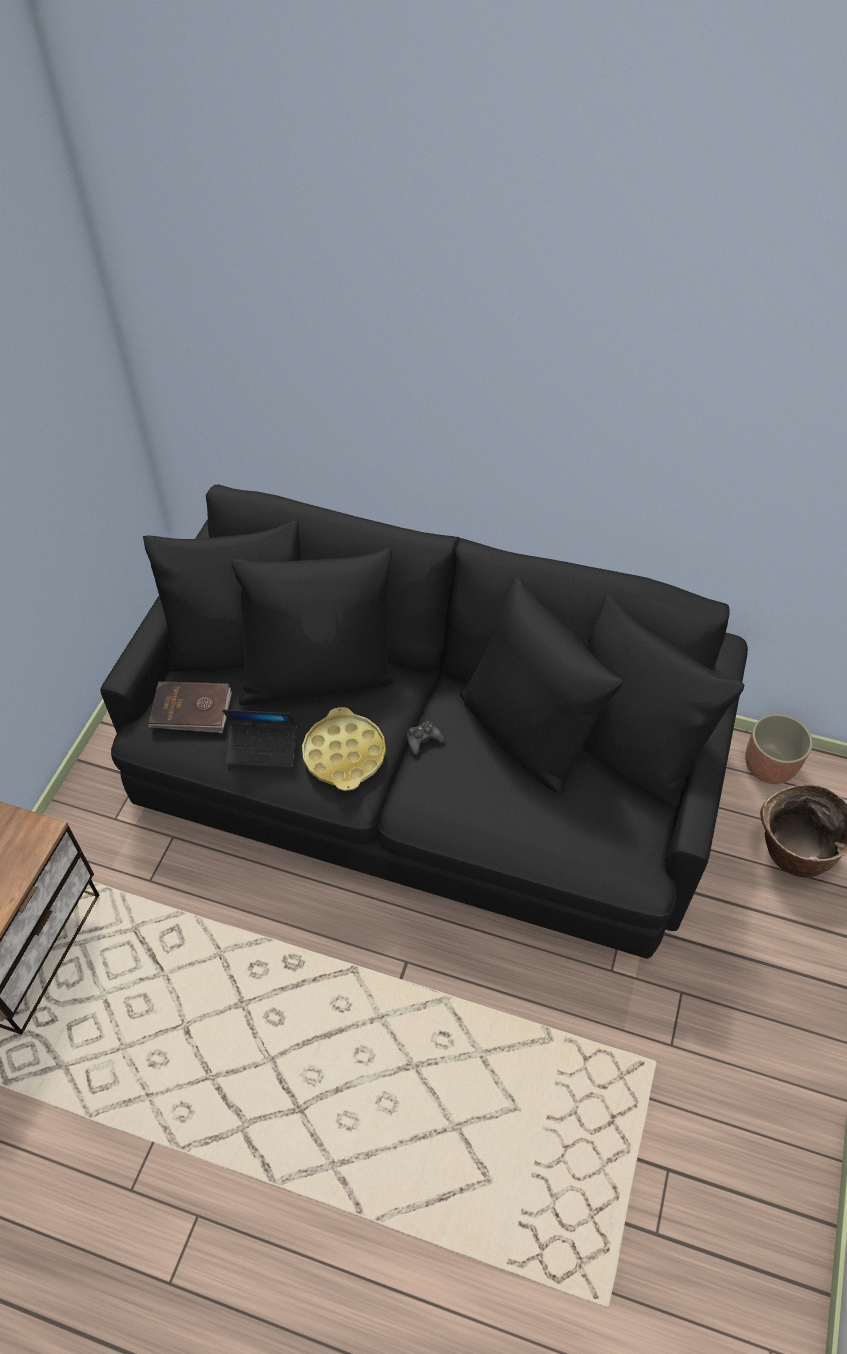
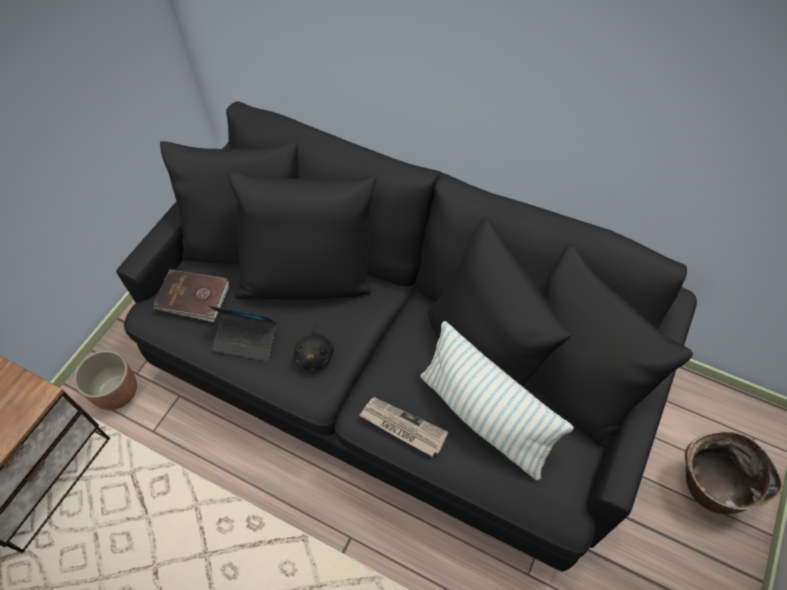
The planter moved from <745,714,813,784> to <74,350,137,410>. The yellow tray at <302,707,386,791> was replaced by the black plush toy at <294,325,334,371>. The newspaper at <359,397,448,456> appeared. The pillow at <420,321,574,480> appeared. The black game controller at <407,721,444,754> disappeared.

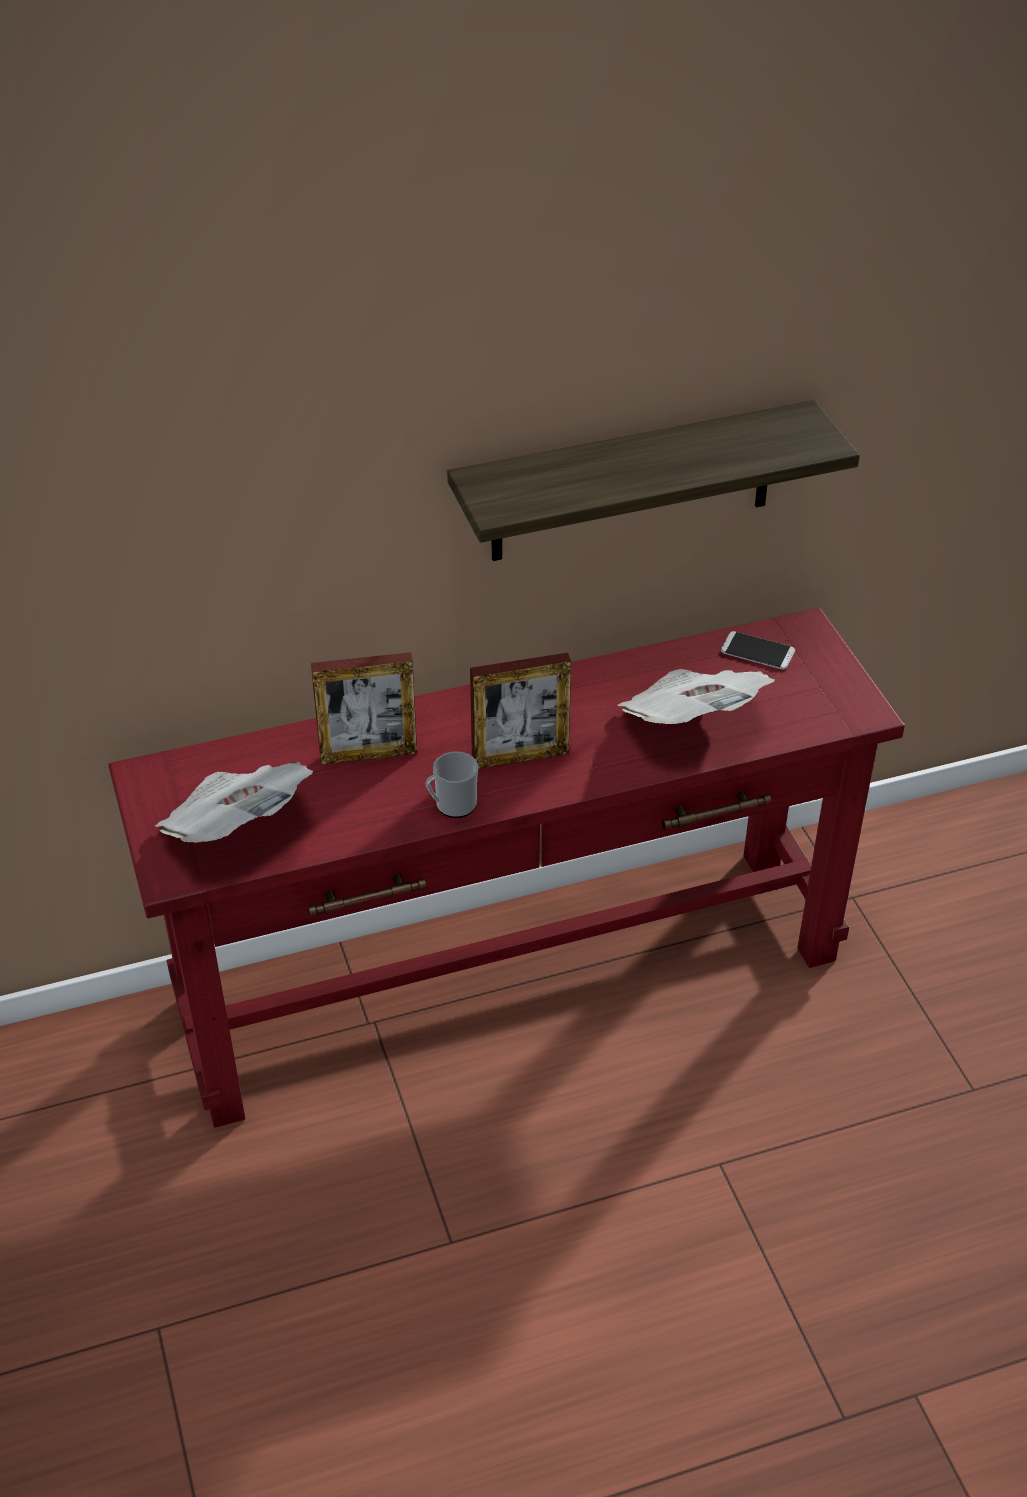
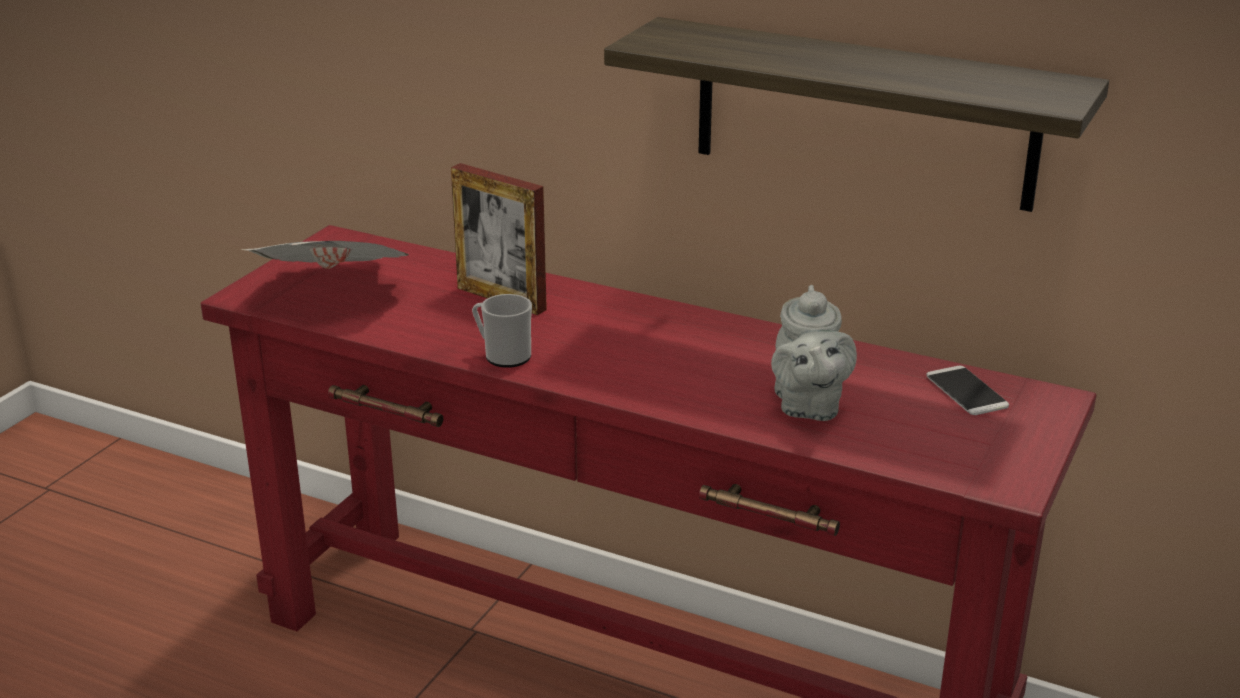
The newspaper at <617,669,775,724> was replaced by the grey teapot at <771,285,857,421>. The picture frame at <470,653,571,769> disappeared.

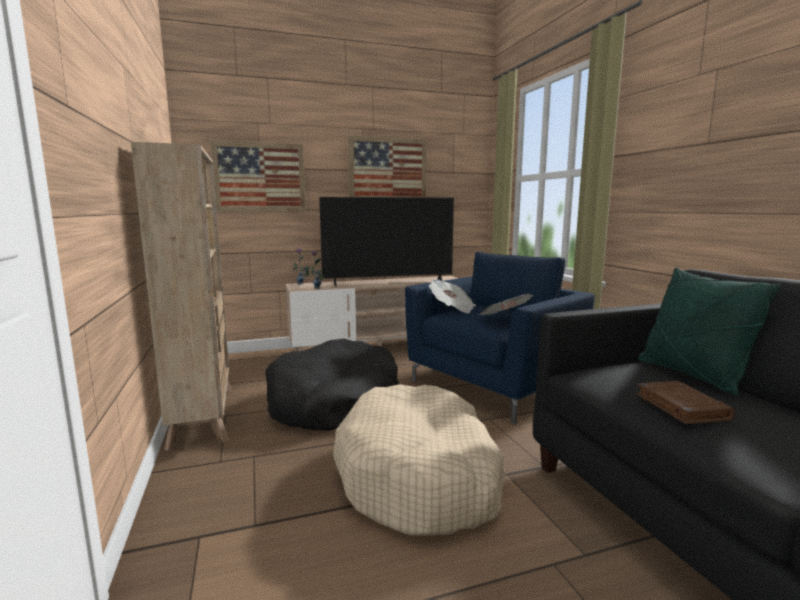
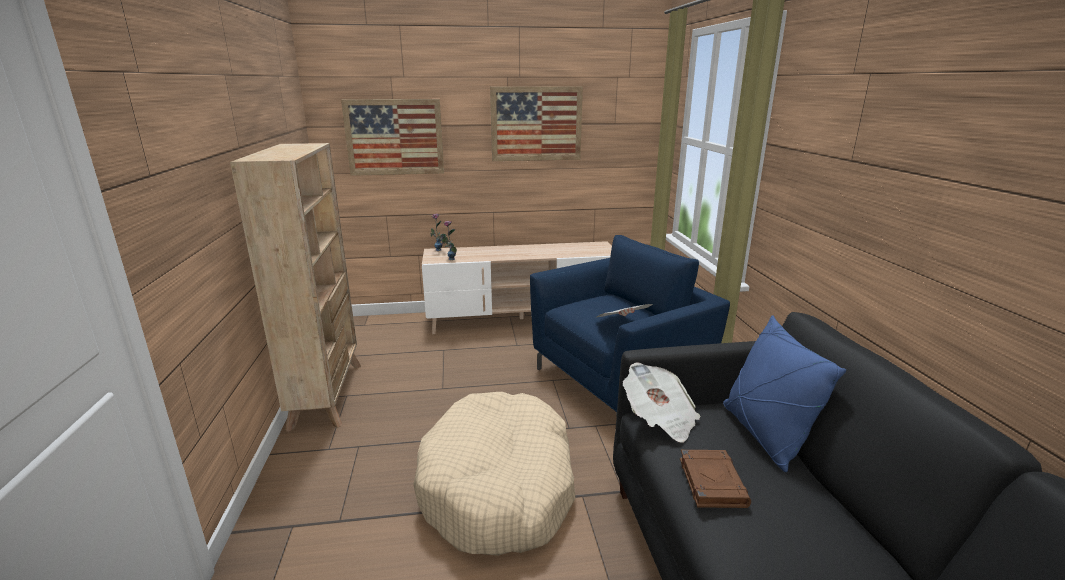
The newspaper moved from <429,279,476,313> to <623,363,701,443>. The green pillow at <638,267,782,396> became the blue pillow at <723,315,846,472>. The black dog bed at <265,338,399,431> disappeared. The television at <319,197,454,287> disappeared.

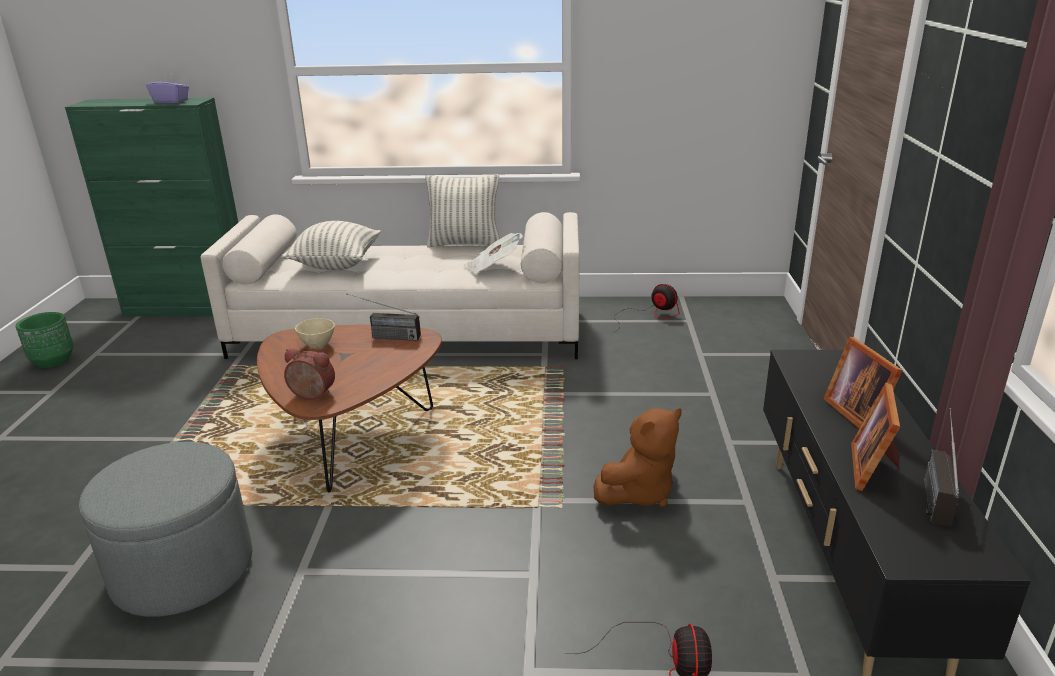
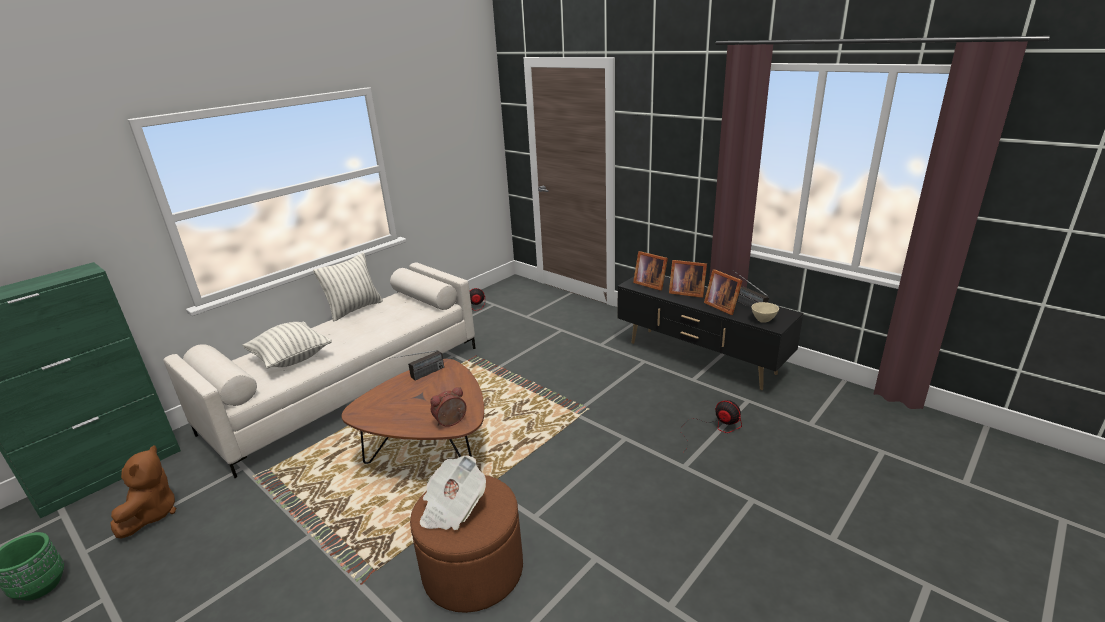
The brown plush toy moved from <594,408,682,507> to <111,445,176,539>. The grey ottoman at <79,442,253,617> became the brown ottoman at <410,475,523,613>. The newspaper moved from <464,233,523,274> to <420,455,486,530>. The picture frame at <633,251,668,291> appeared. The beige bowl moved from <295,318,335,348> to <752,302,779,323>. The purple tissue box at <146,73,189,103> disappeared.

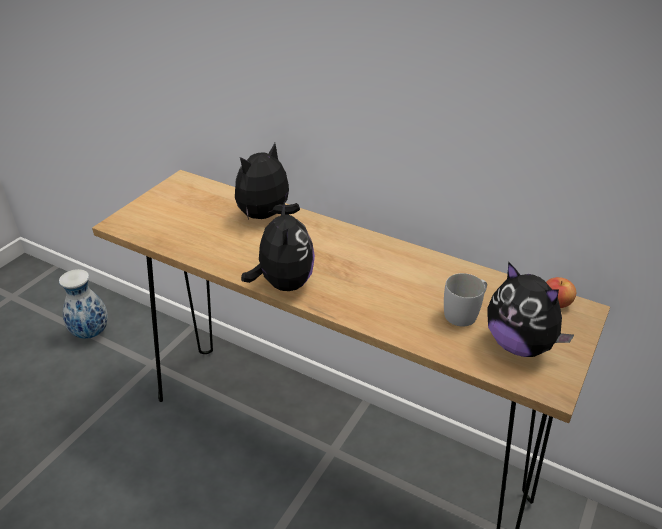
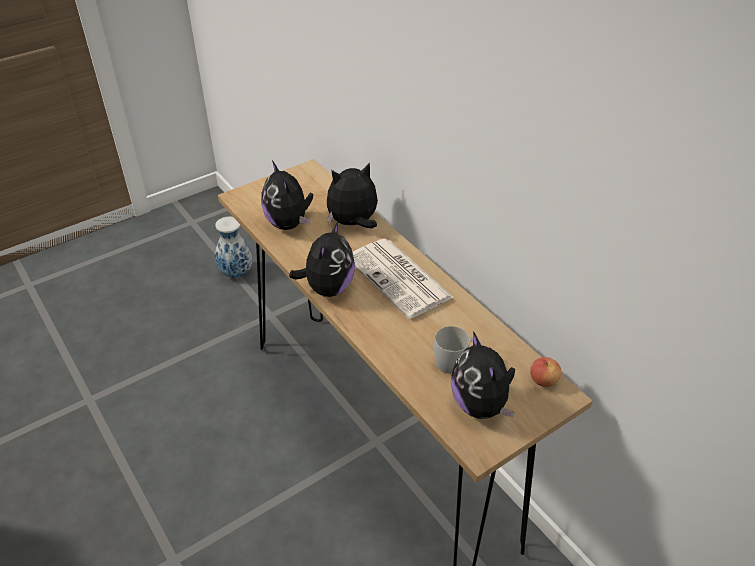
The plush toy at <261,161,313,230> appeared. The newspaper at <353,239,454,319> appeared.

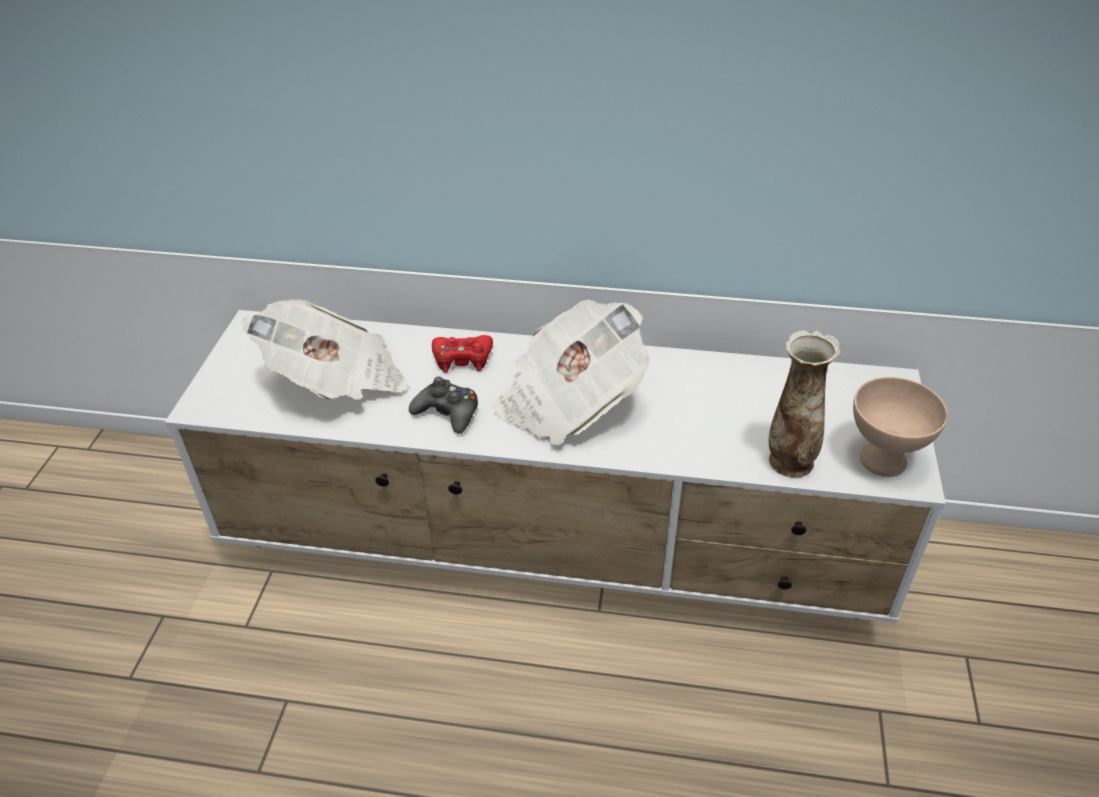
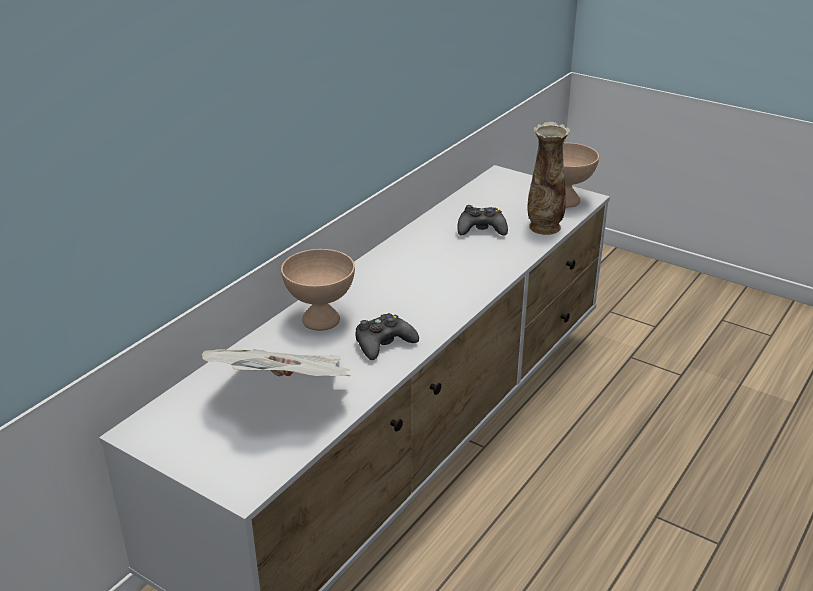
The red game controller at <432,335,493,373> was replaced by the beige bowl at <281,249,355,331>. The black game controller at <457,205,508,236> appeared. The newspaper at <493,299,649,446> disappeared.

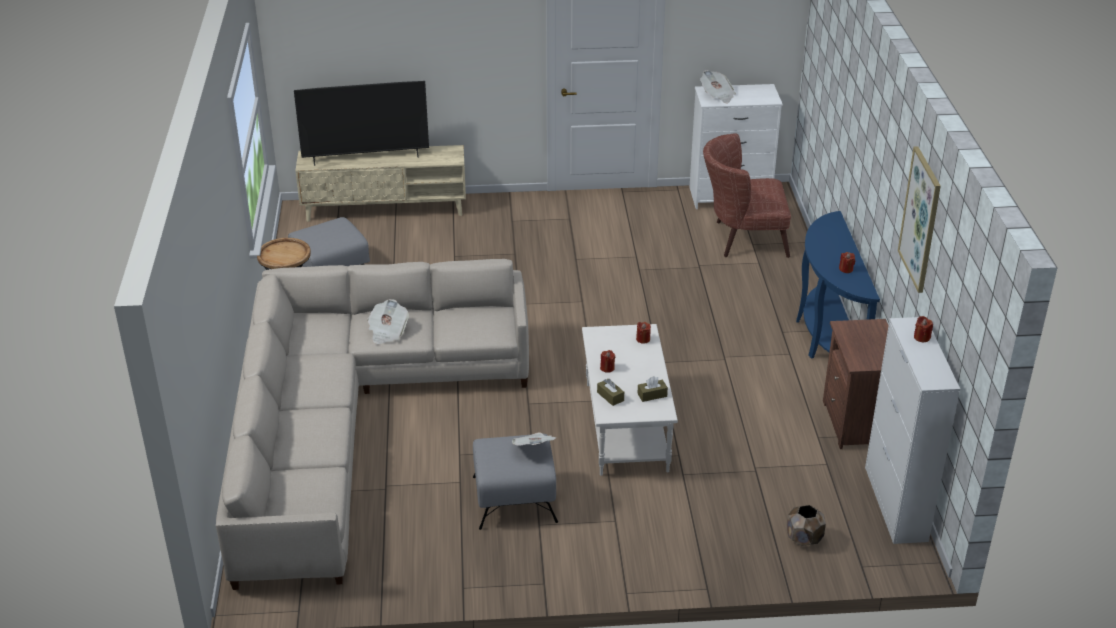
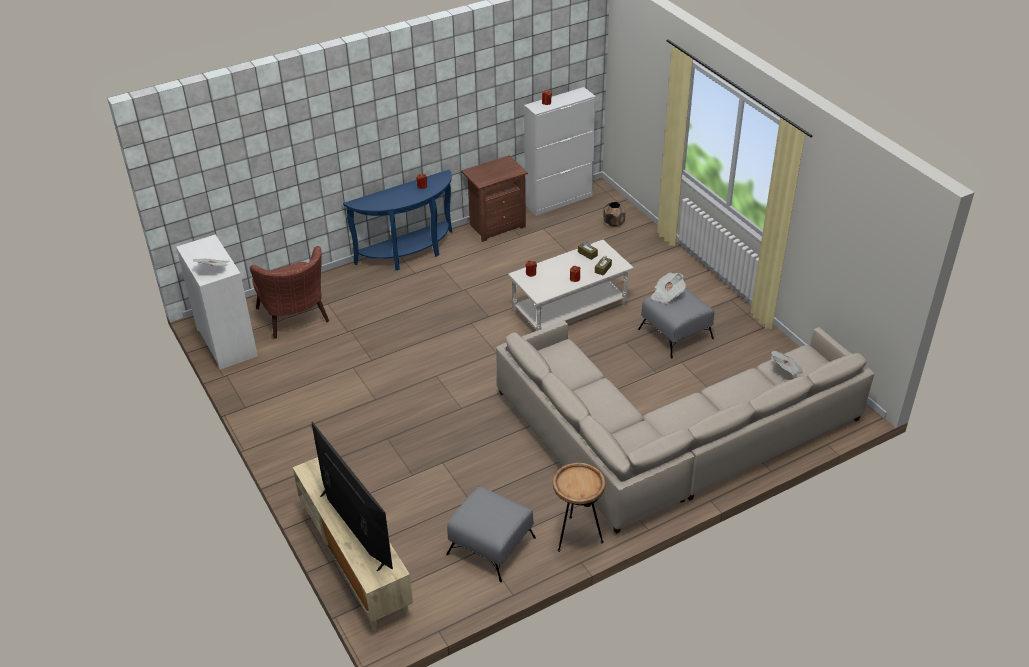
The newspaper moved from <367,299,409,344> to <771,351,806,375>. The picture at <898,146,941,293> disappeared.

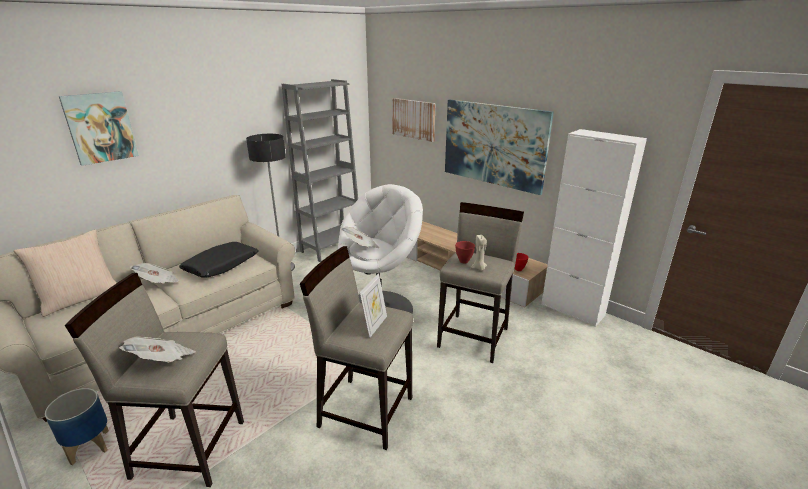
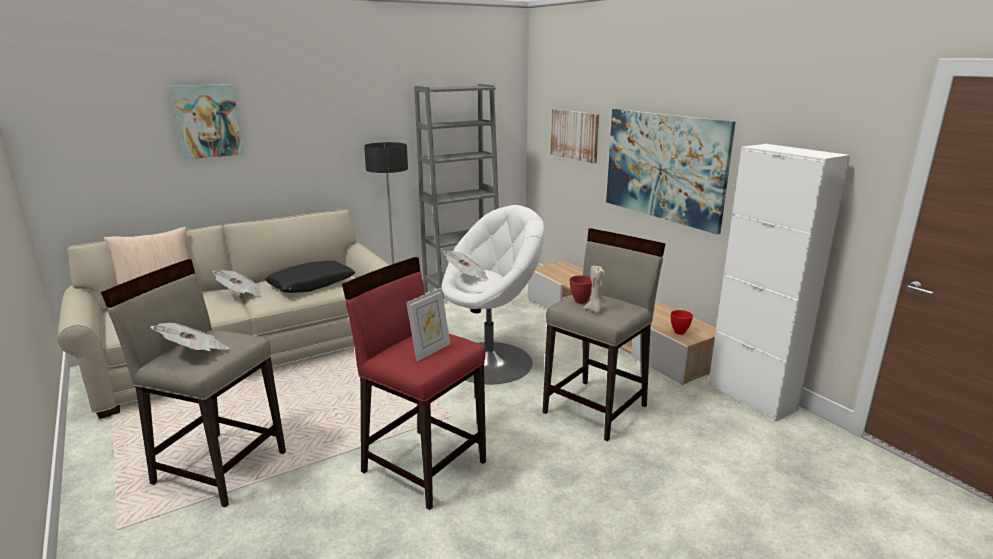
The beige stool at <300,246,413,450> became the red stool at <342,257,486,510>. The planter at <45,388,109,465> disappeared.

